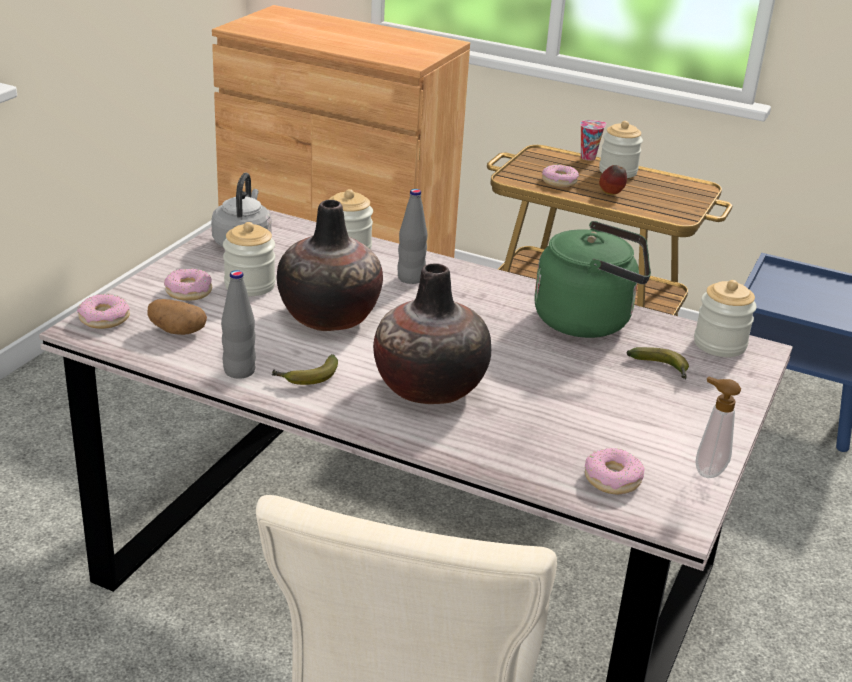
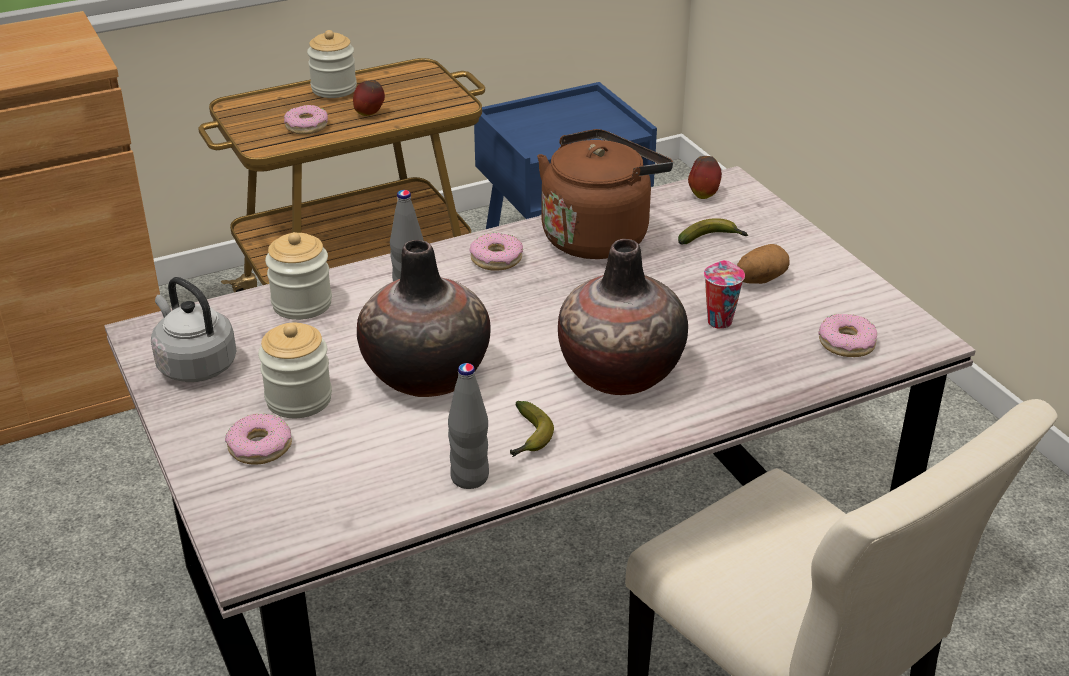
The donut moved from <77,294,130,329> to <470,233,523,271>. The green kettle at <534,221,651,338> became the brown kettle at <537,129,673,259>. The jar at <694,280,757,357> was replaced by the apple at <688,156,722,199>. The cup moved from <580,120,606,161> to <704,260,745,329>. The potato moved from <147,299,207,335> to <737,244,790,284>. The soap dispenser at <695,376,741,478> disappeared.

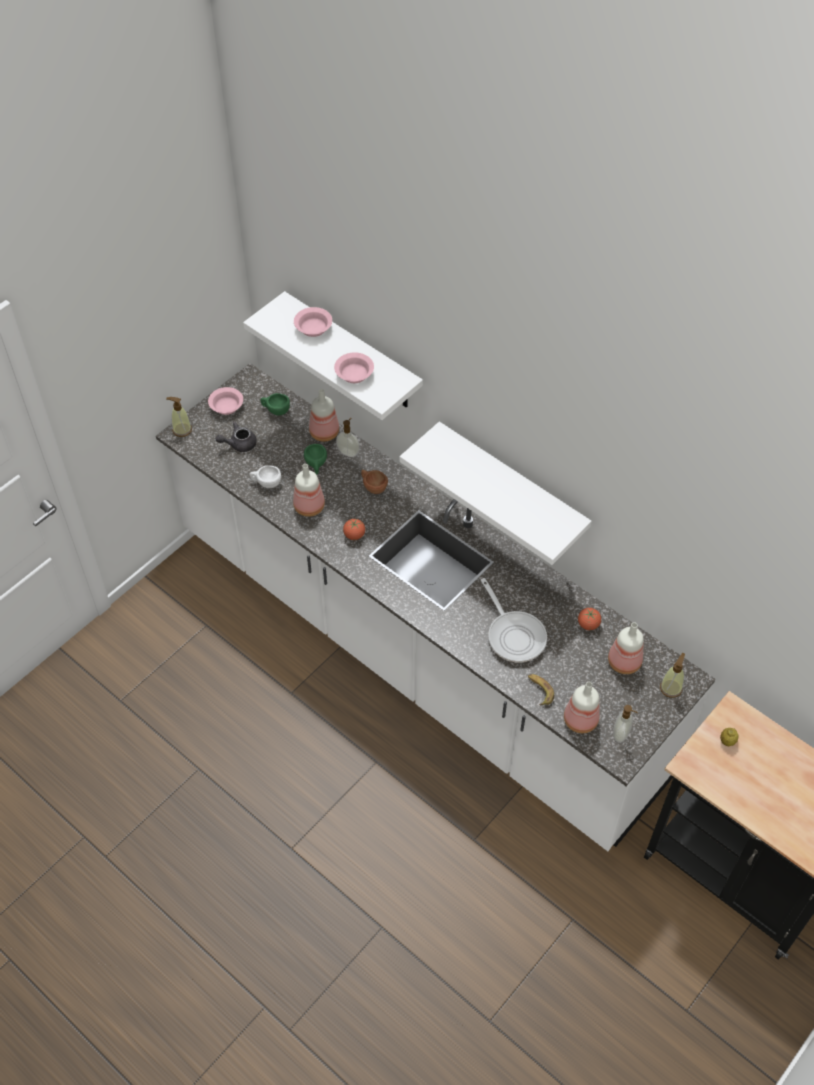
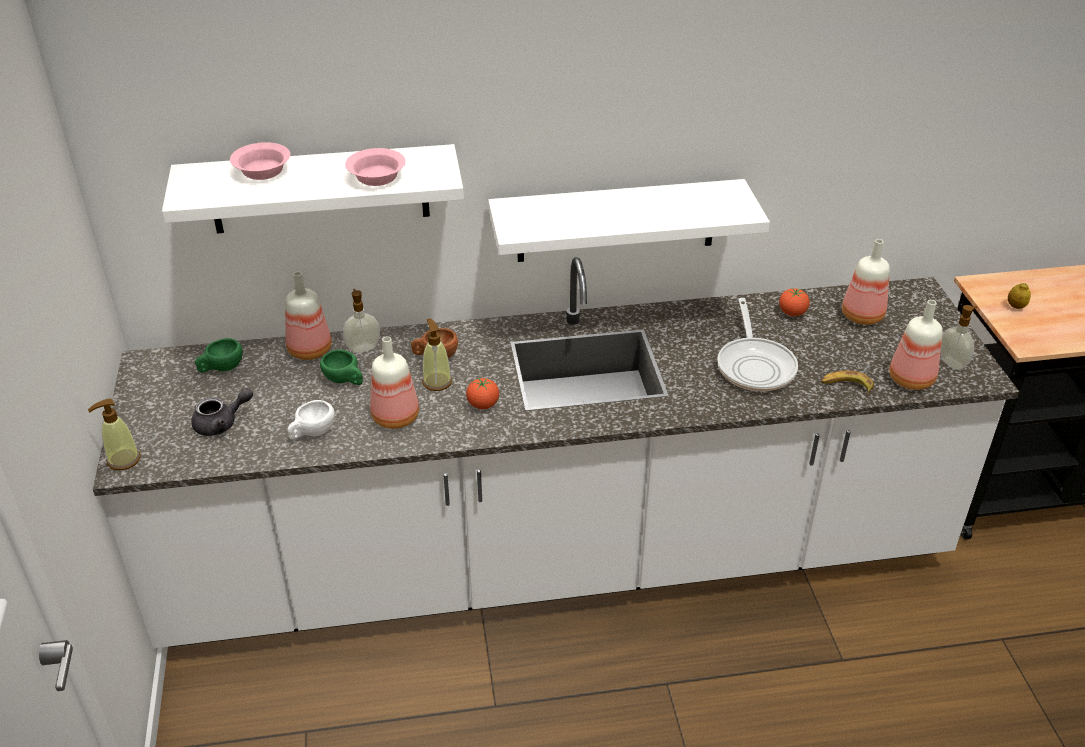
The grey teapot at <216,421,257,452> turned 135 degrees counterclockwise. The soap dispenser moved from <660,653,685,698> to <422,319,452,391>. The frying pan at <481,578,547,662> turned 75 degrees clockwise. The pink bowl at <208,387,243,415> disappeared.

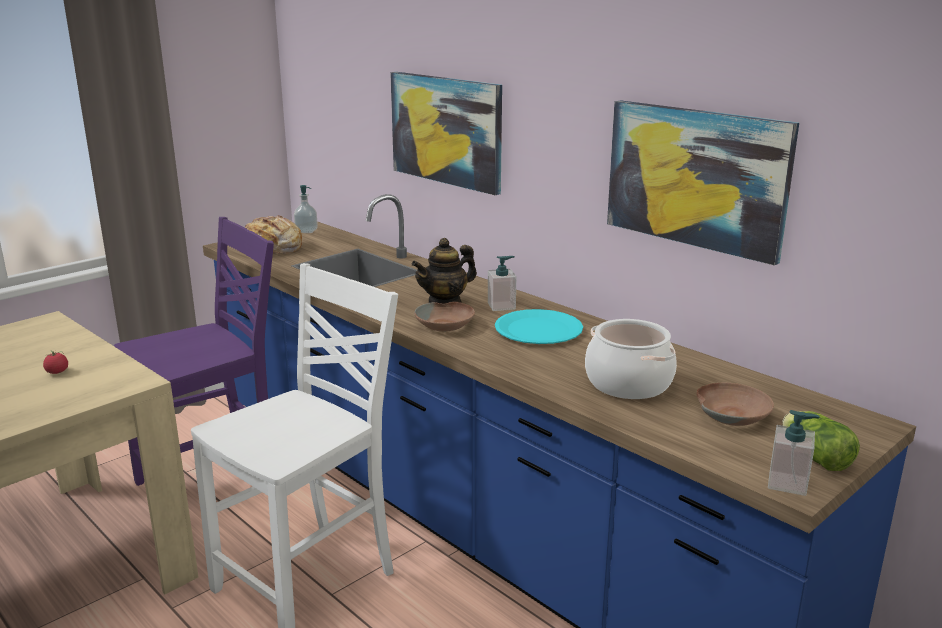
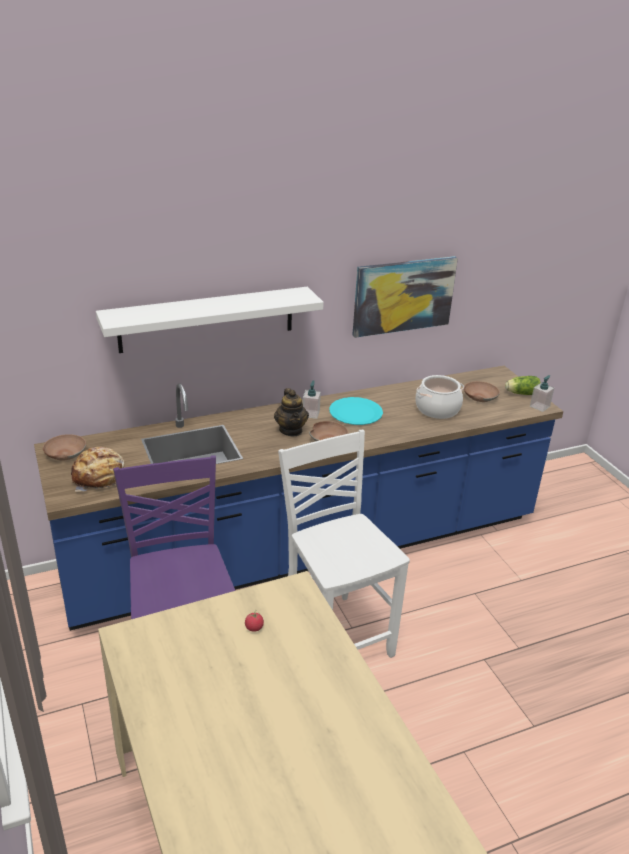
The soap dispenser at <294,185,318,233> was replaced by the brown bowl at <43,434,86,460>. The picture at <390,72,502,195> was replaced by the white shelf at <96,287,324,353>.

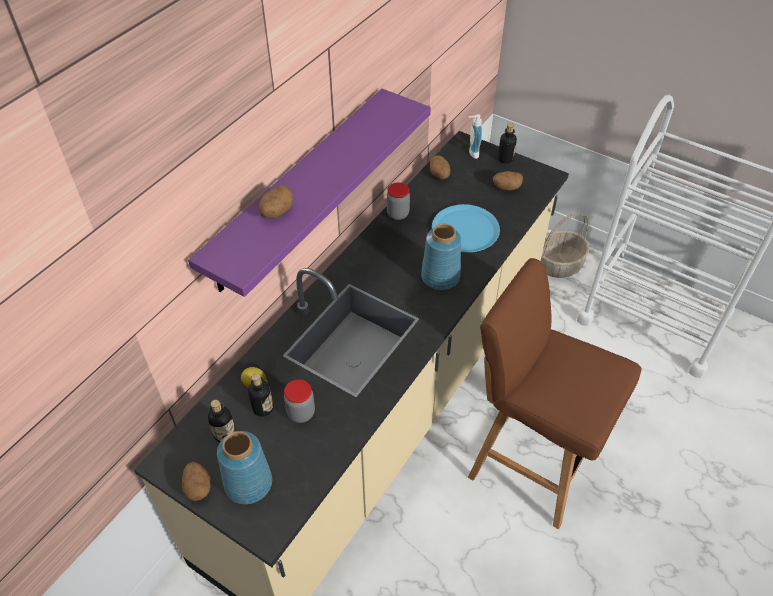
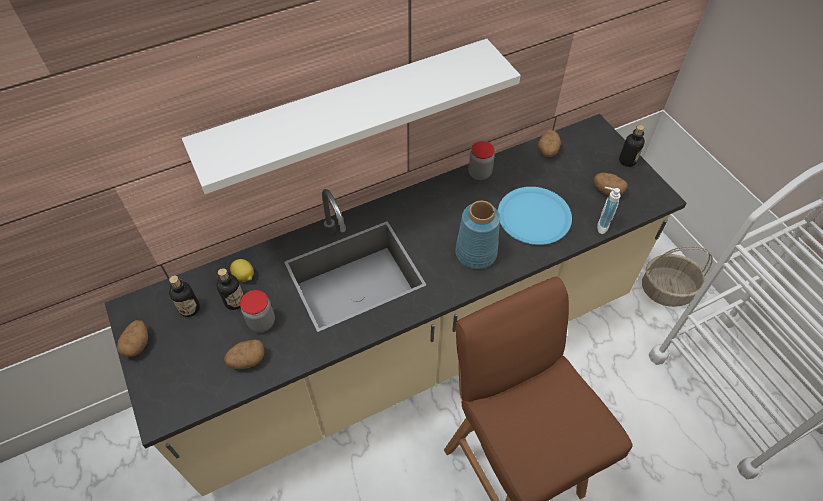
The purple shelf at <188,89,431,297> became the white shelf at <182,39,521,194>. The potato moved from <258,185,294,219> to <224,340,265,369>. The soap dispenser moved from <469,114,482,159> to <597,187,621,234>. The blue vase at <217,431,272,504> disappeared.

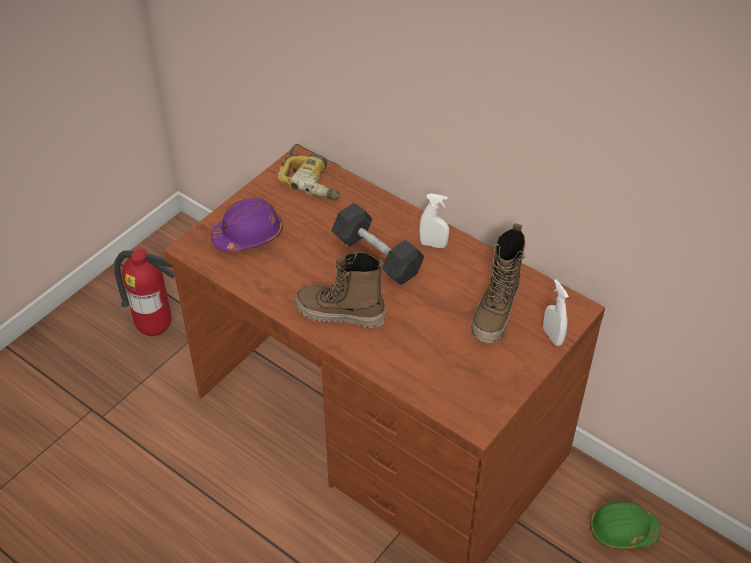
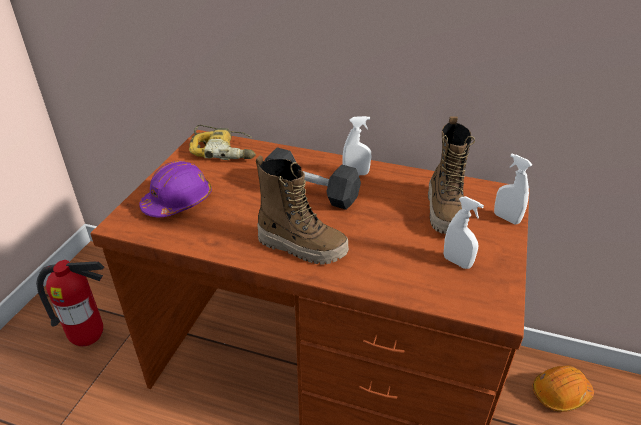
The boot at <296,252,386,328> turned 150 degrees counterclockwise. The white spray bottle at <444,196,484,269> appeared. The green hard hat at <590,501,660,550> became the orange hard hat at <533,366,594,412>.

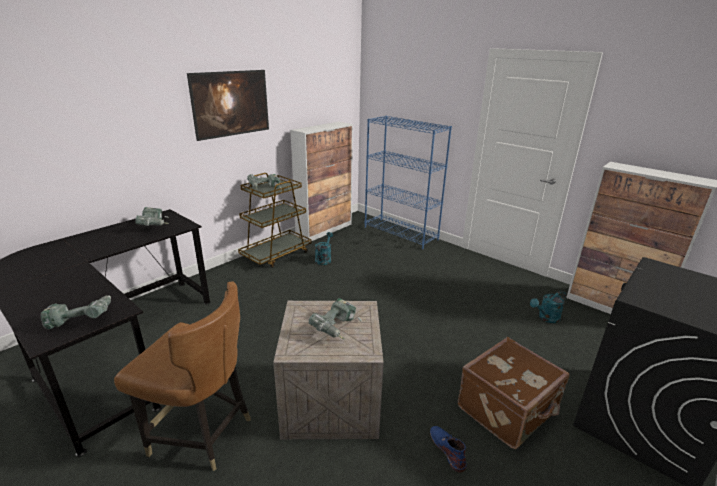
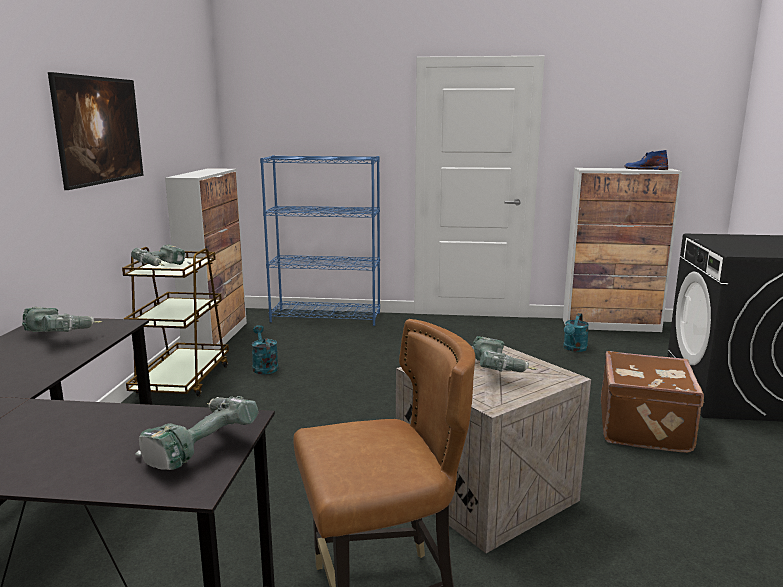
The blue boot moved from <430,426,467,472> to <624,150,668,170>.

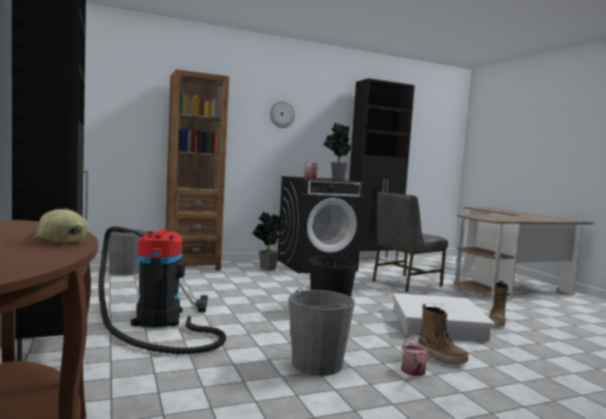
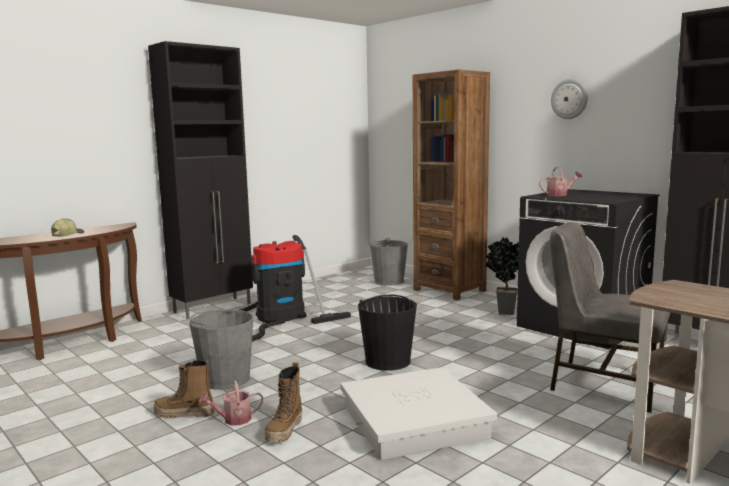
The boot moved from <489,280,509,327> to <154,359,214,418>. The potted plant at <323,123,351,181> disappeared.

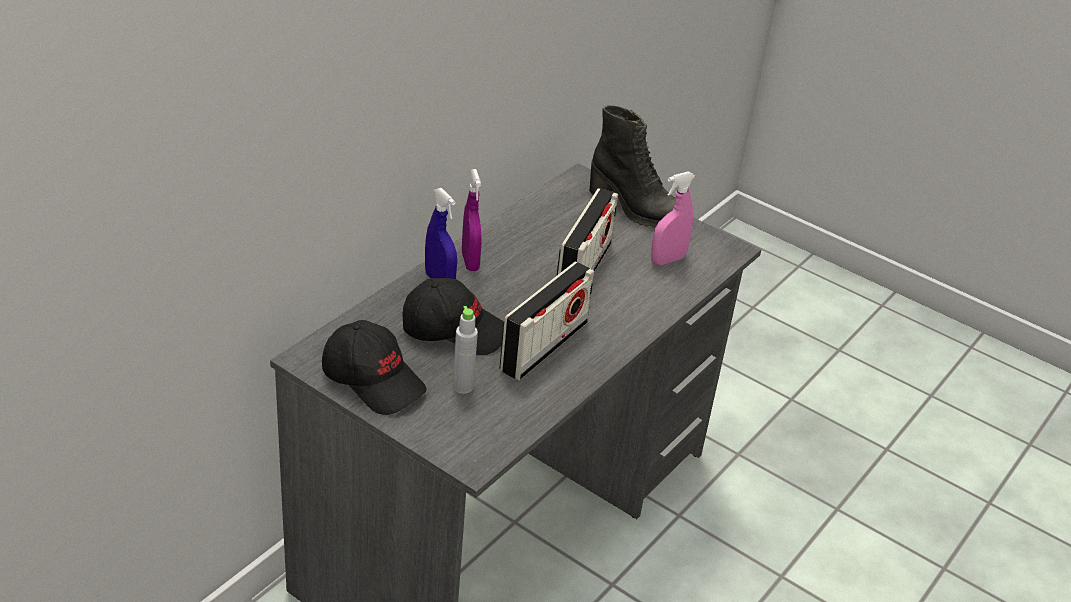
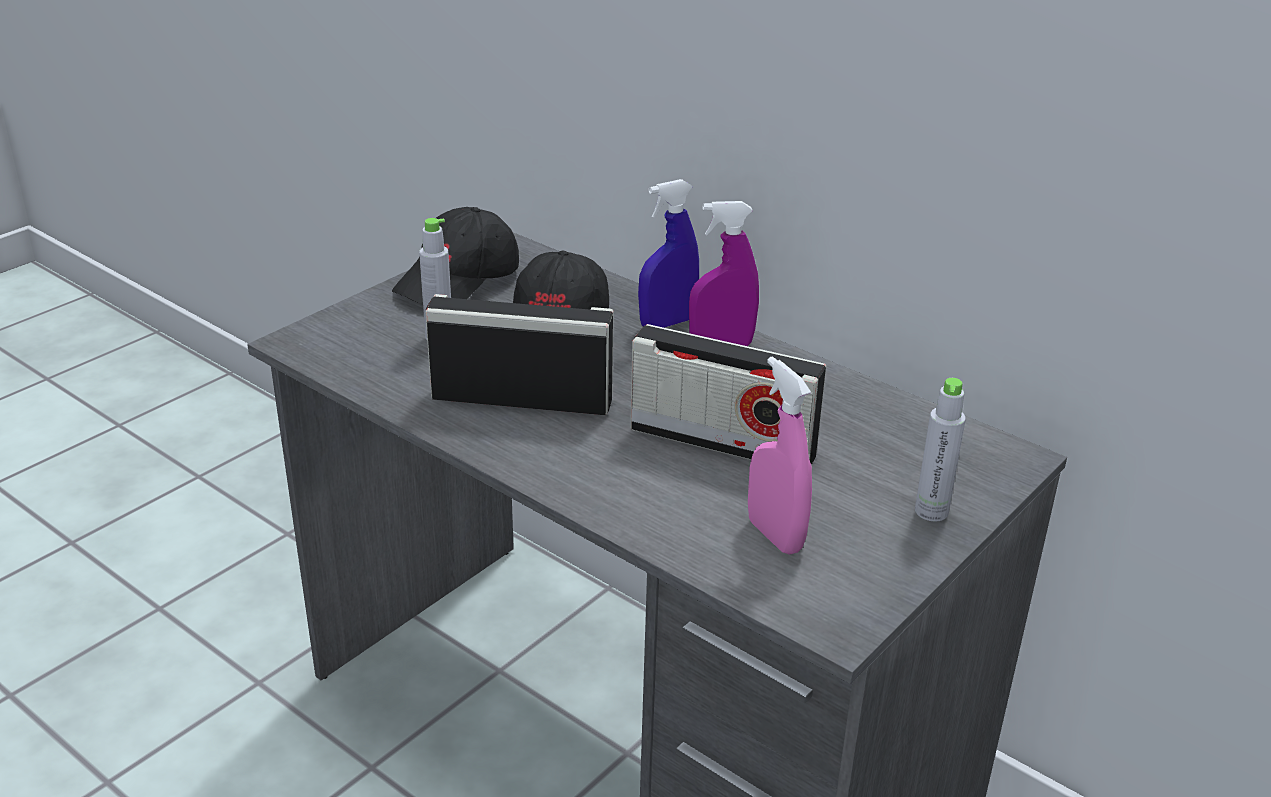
The radio at <499,262,594,380> turned 150 degrees clockwise. The black boot at <589,105,675,228> was replaced by the grey bottle at <915,378,966,522>.

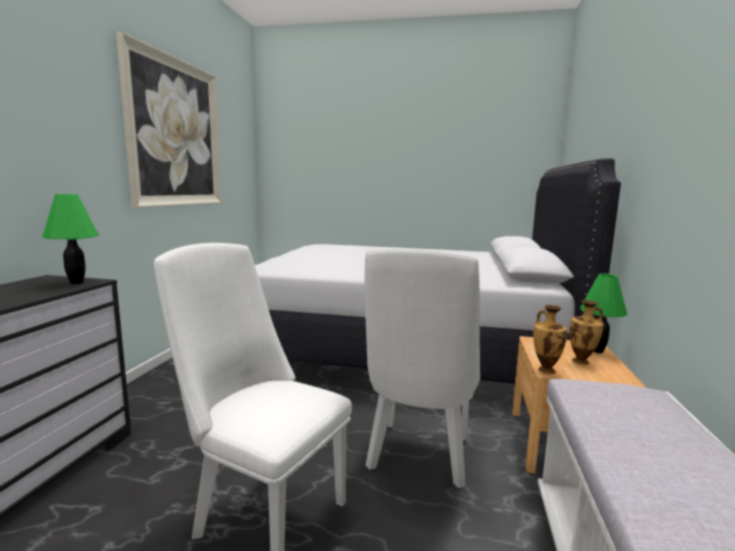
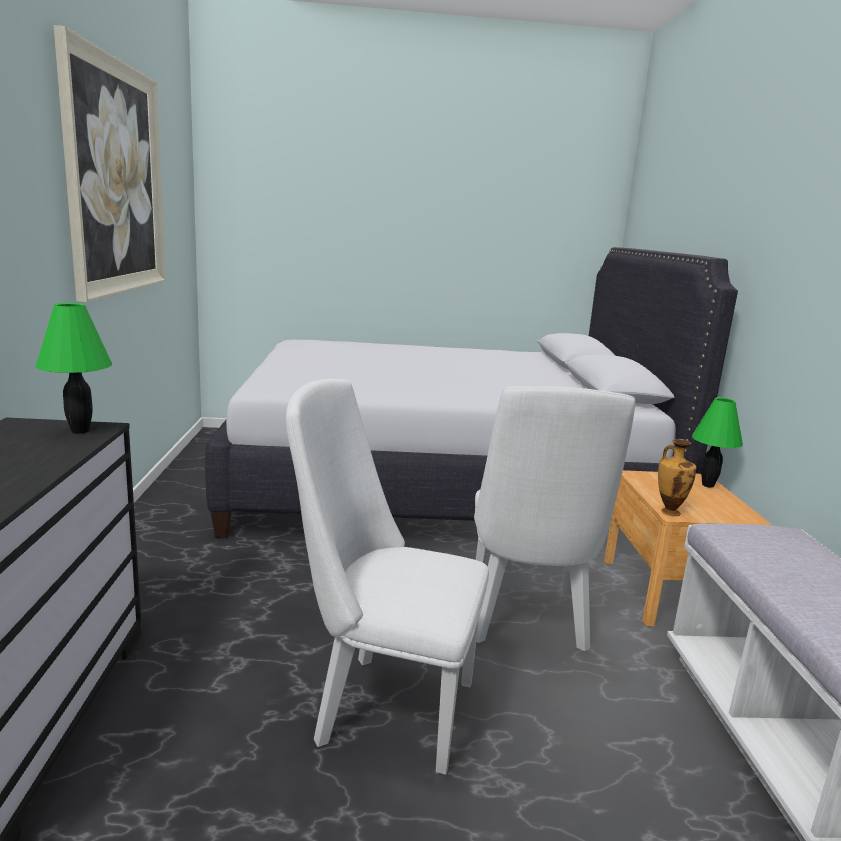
The vase at <570,300,604,365> disappeared.

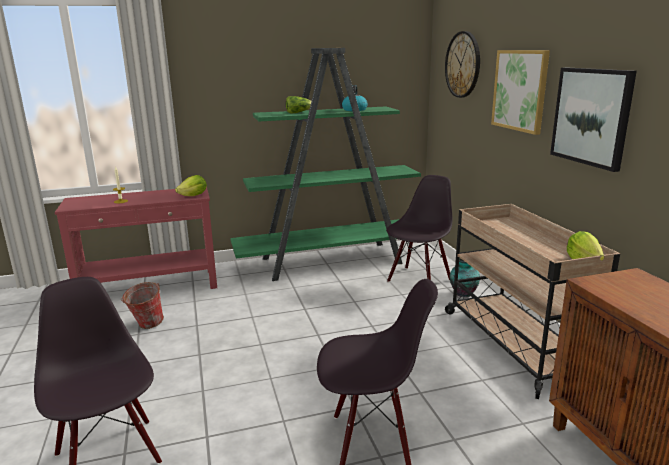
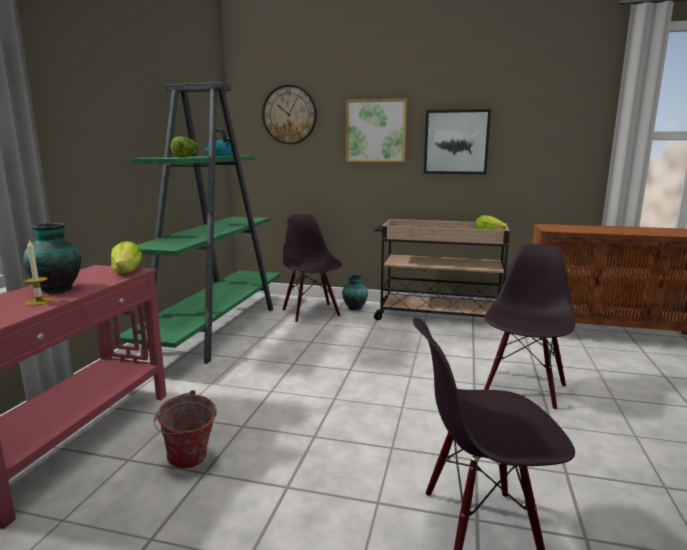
The vase at <23,223,81,293> appeared.

